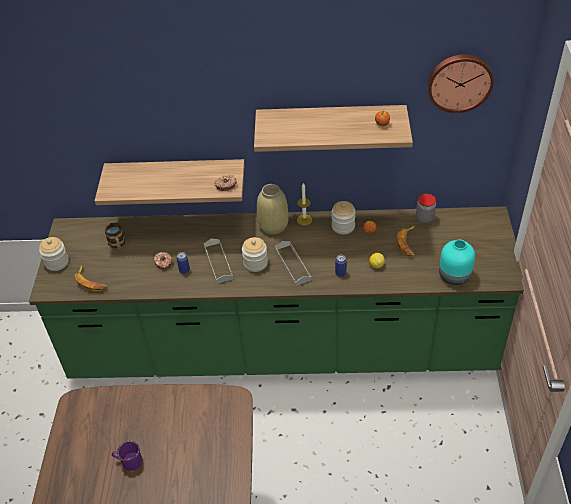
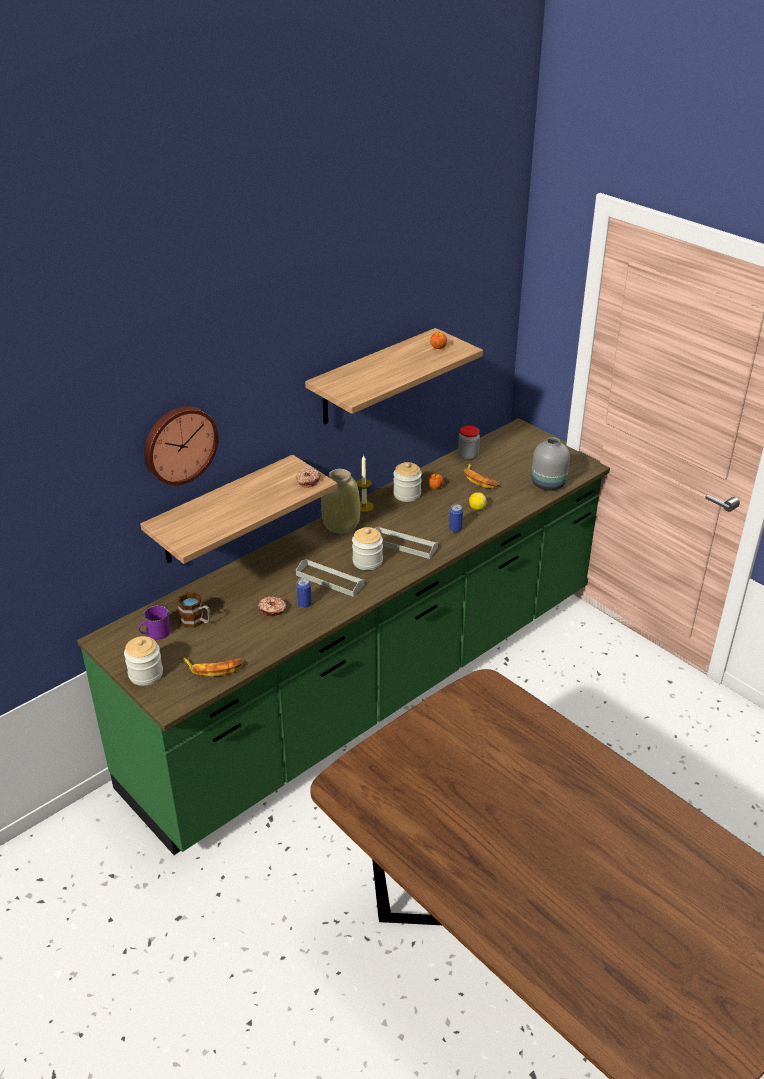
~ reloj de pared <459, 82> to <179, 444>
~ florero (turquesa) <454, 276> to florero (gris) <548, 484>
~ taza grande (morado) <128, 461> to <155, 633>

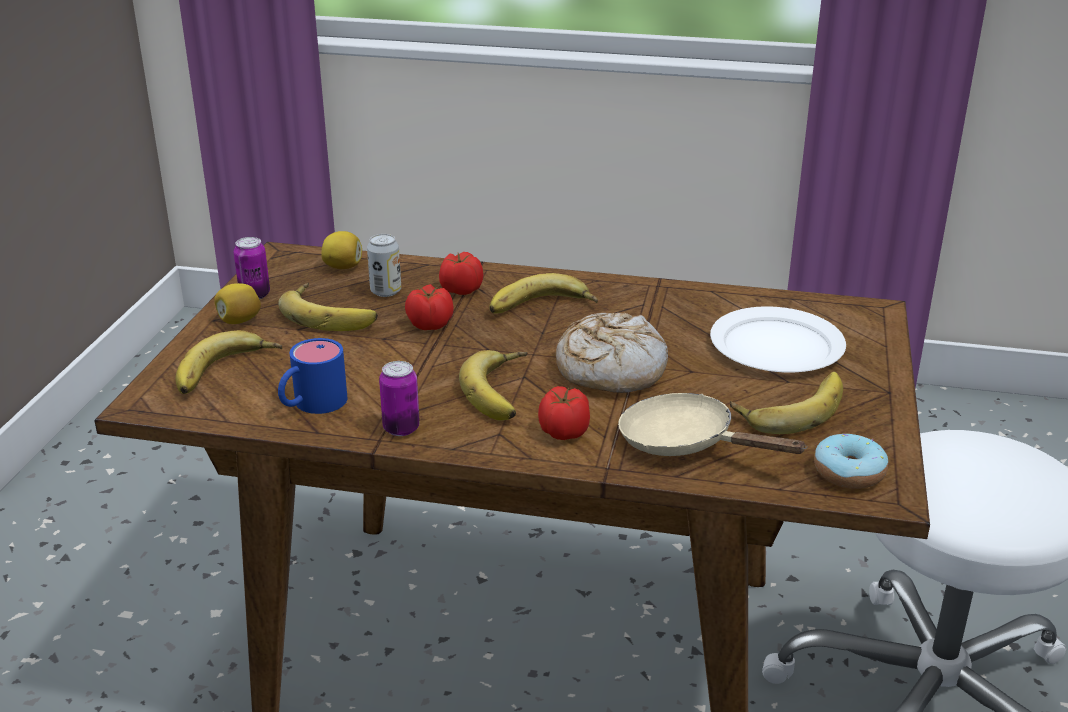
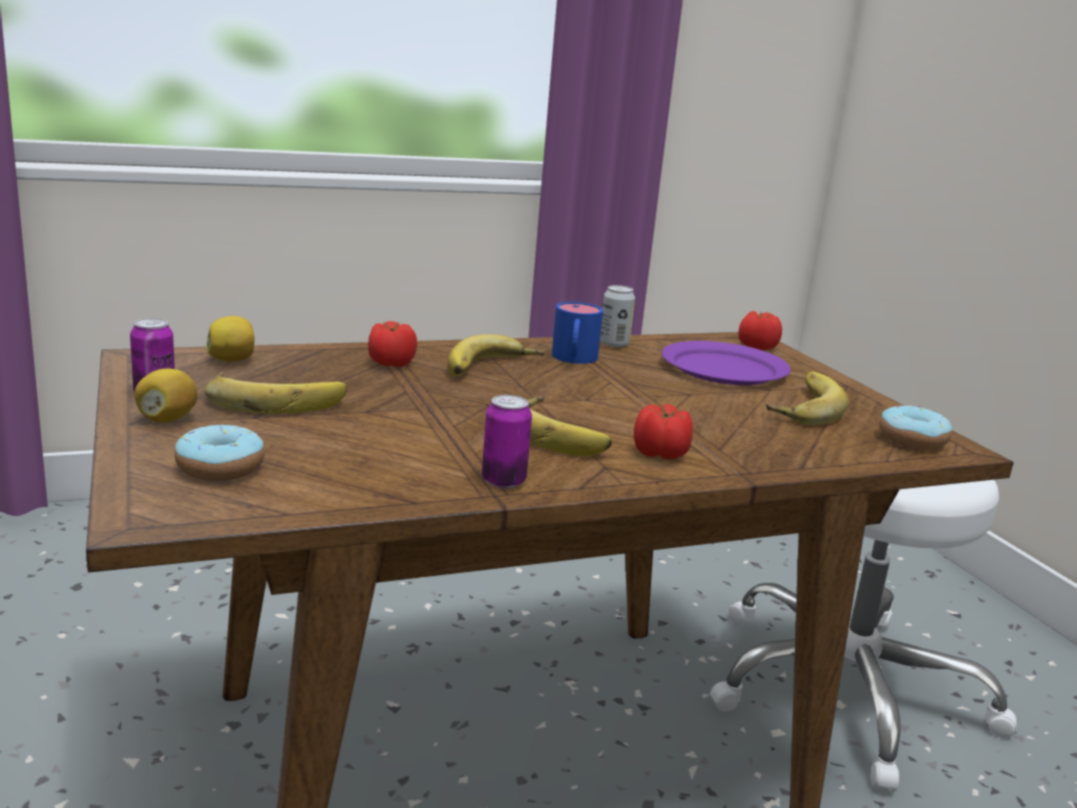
~ lata <386, 291> to <614, 343>
~ tomate <429, 324> to <756, 347>
~ plato (blanco) <776, 346> to plato (morado) <724, 369>
- pan <609, 369>
~ plátano <227, 372> to rosquilla <220, 468>
~ taza grande (azul) <311, 405> to <573, 359>
- sartén (beis) <686, 443>

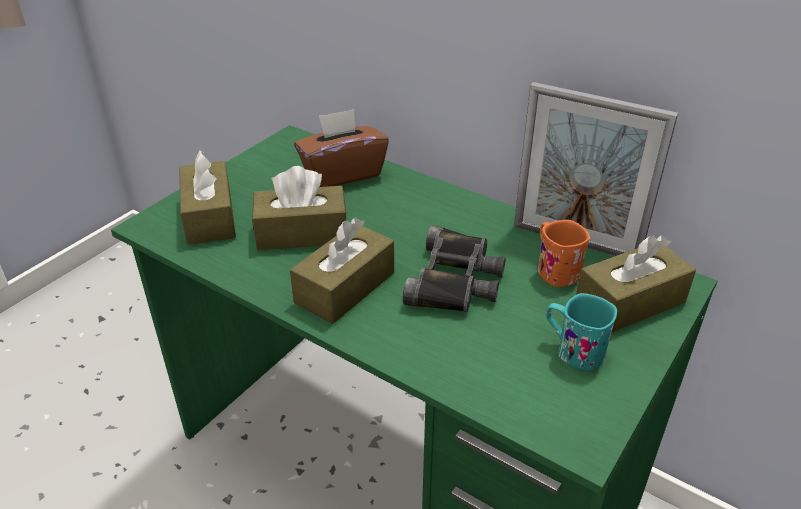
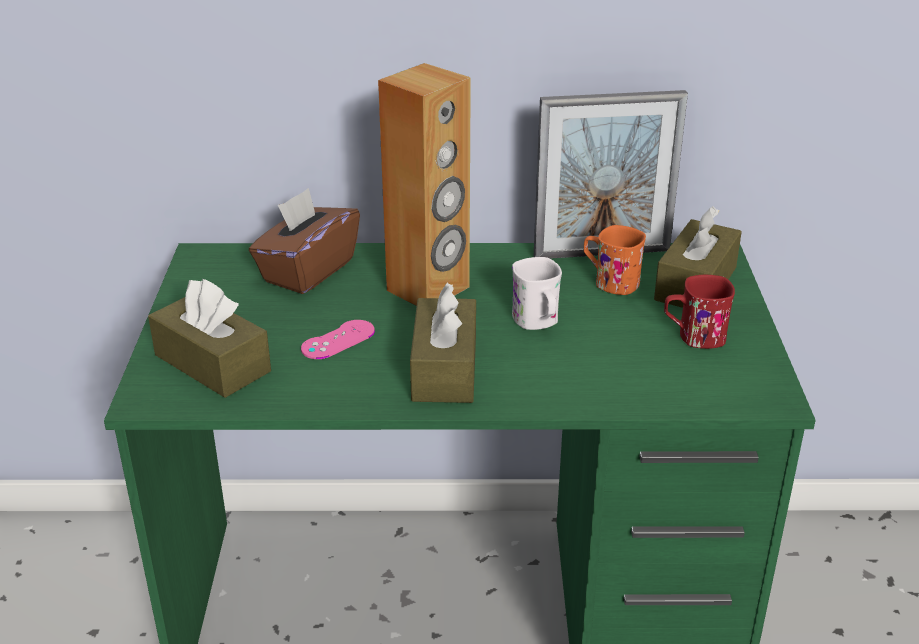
~ caja de pañuelos (marrón) <302, 233> to mando de consola (rosa) <338, 340>
~ prismáticos (negro) <456, 280> to taza grande (blanco) <538, 322>
~ taza grande (turquesa) <573, 350> to taza grande (rojo) <693, 337>
+ altavoz (marrón) <429, 289>

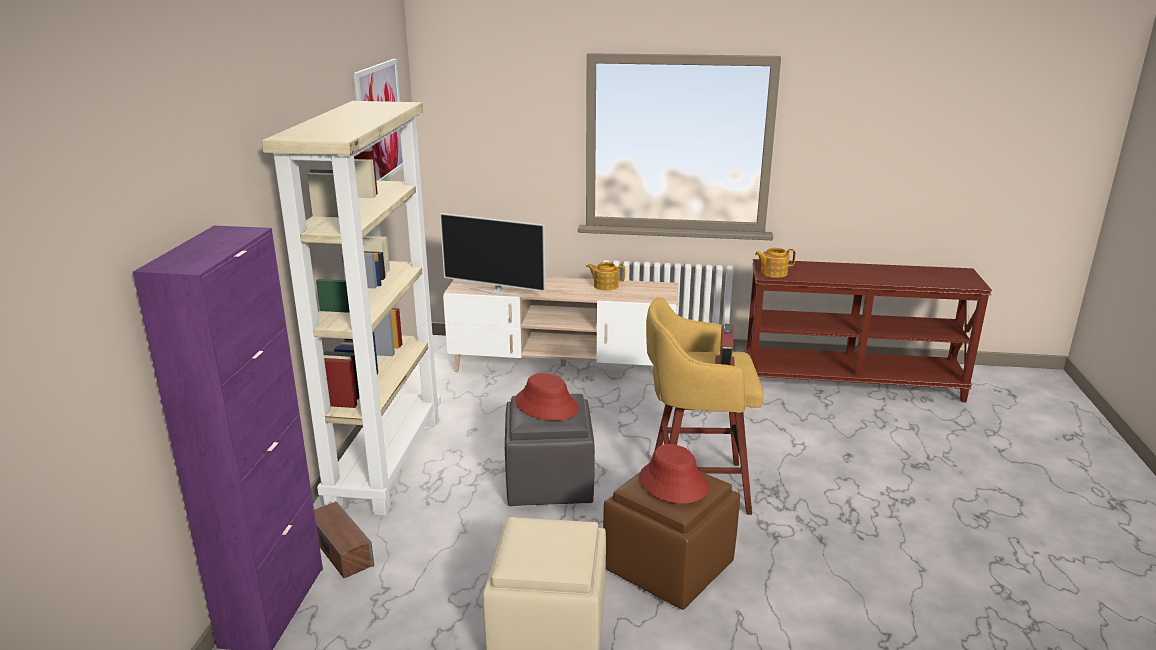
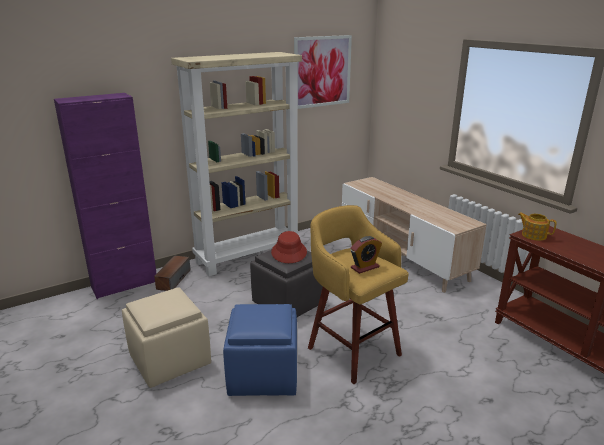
- televisor <496, 291>
- tetera <605, 286>
- sombrero (rojo) <673, 483>
~ puf (marrón) <668, 565> to puf (azul) <264, 374>

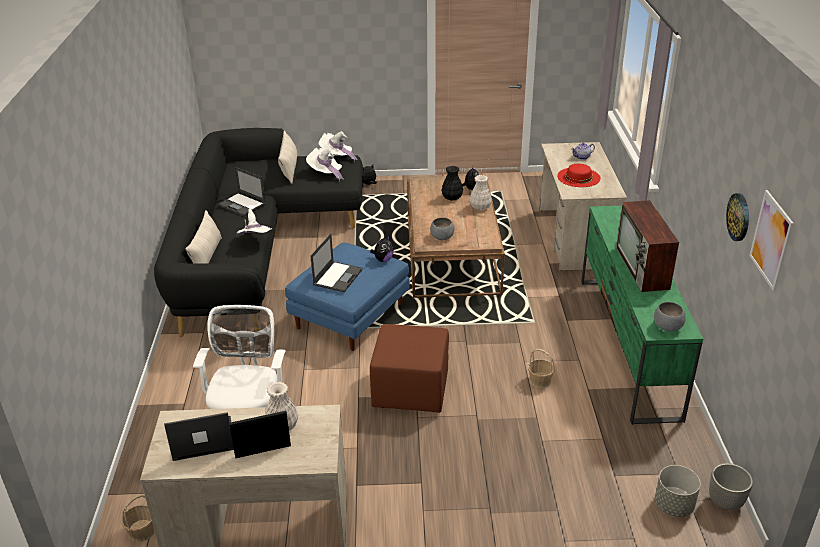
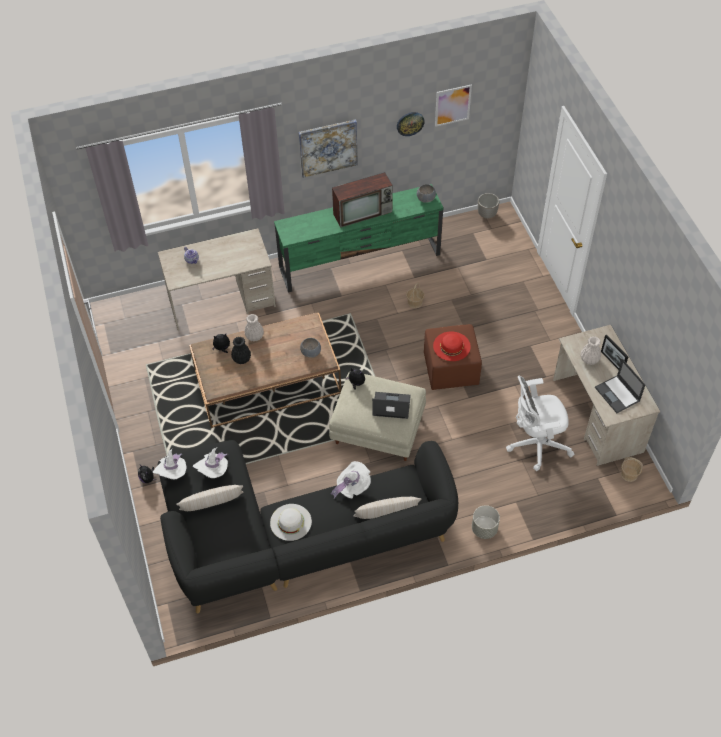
~ sombrero (rojo) <578, 177> to <451, 346>
~ portátil <242, 204> to sombrero (blanco) <291, 522>
~ puf (azul) <350, 315> to puf (beis) <377, 429>
~ maceta (gris) <673, 505> to <484, 529>
+ cuadro <328, 147>

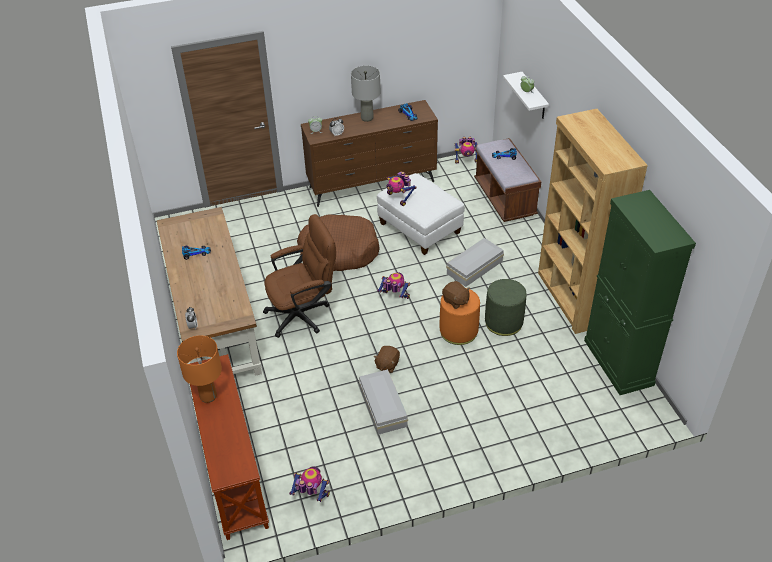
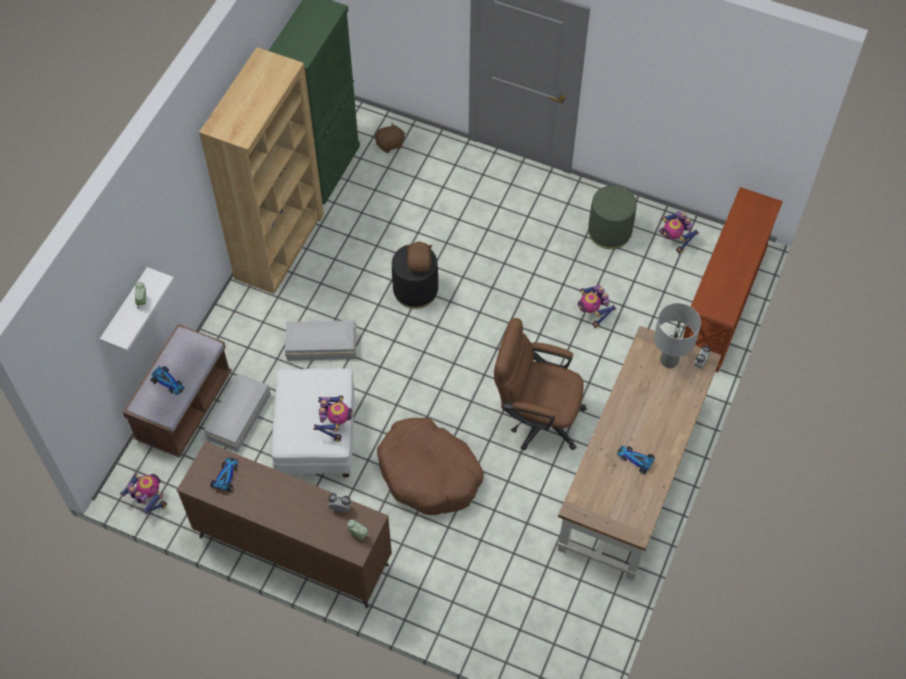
~ lámpara de mesa (gris) <367, 118> to <669, 360>
~ robot de juguete <394, 297> to <592, 313>
~ puf (verde) <503, 322> to <609, 231>
~ puf (naranja) <458, 331> to puf (negro) <415, 290>
- lámpara de mesa (naranja) <208, 397>
~ peluche (marrón) <387, 365> to <390, 144>
~ caja de almacenaje (blanco) <382, 407> to <240, 416>

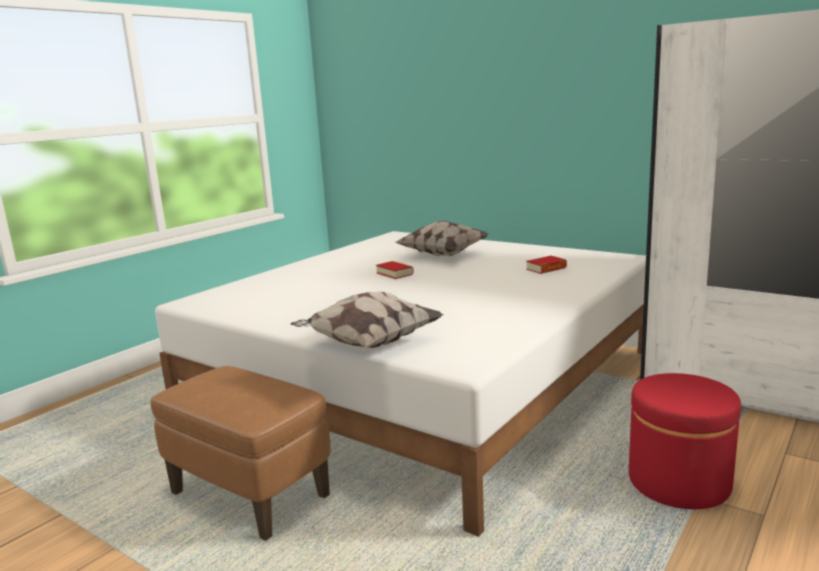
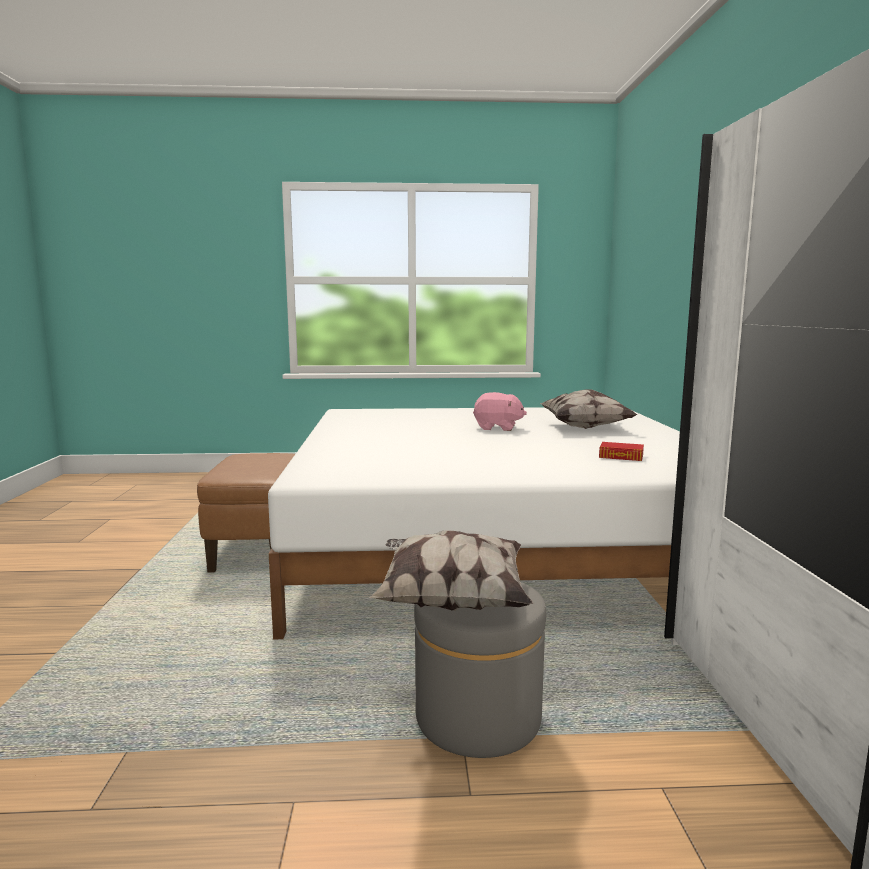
~ libro <394, 273> to peluche (rosa) <497, 428>
~ cojín <368, 343> to <451, 600>
~ puf (rojo) <679, 482> to puf (gris) <478, 717>

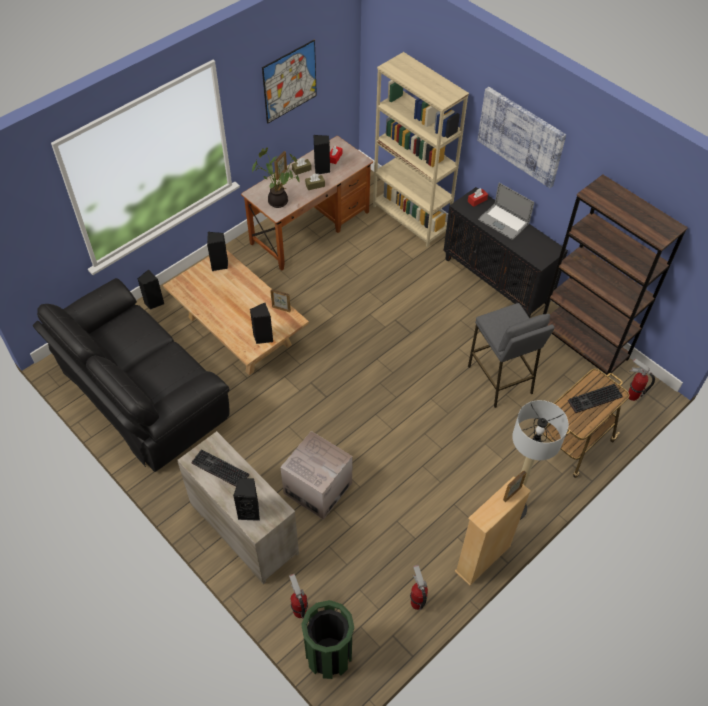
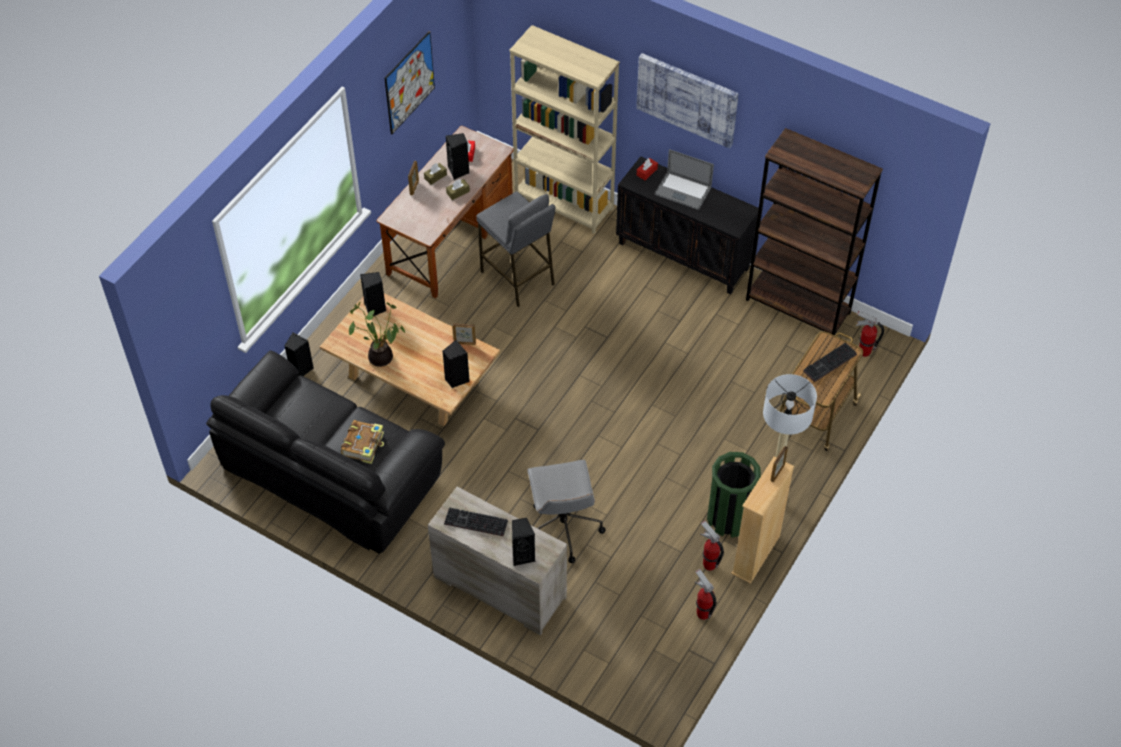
~ planta en maceta <279, 200> to <381, 356>
~ taburete (gris) <500, 380> to <518, 278>
~ caja de cartón <318, 488> to silla de oficina (gris) <563, 527>
~ extintor <300, 611> to <709, 565>
~ papelera (verde) <329, 655> to <729, 518>
+ libro <364, 445>

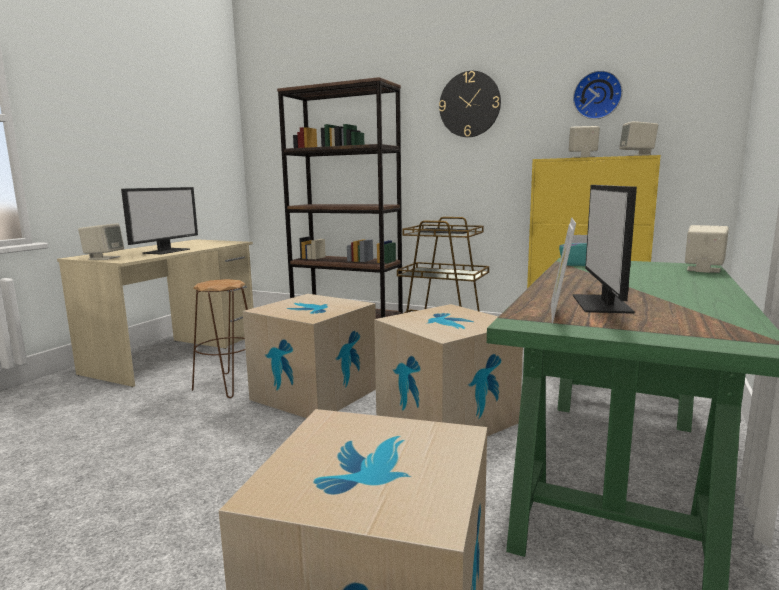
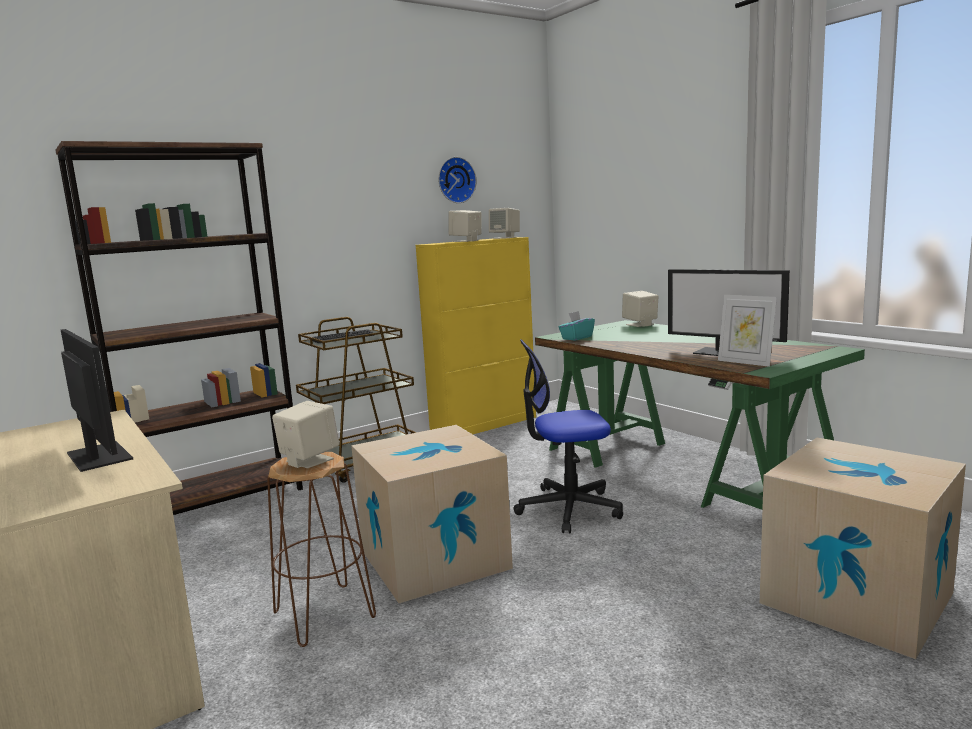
- reloj de pared <469, 104>
~ altavoz (beis) <104, 258> to <309, 460>
~ caja de cartón <446, 418> to silla de oficina <568, 508>

